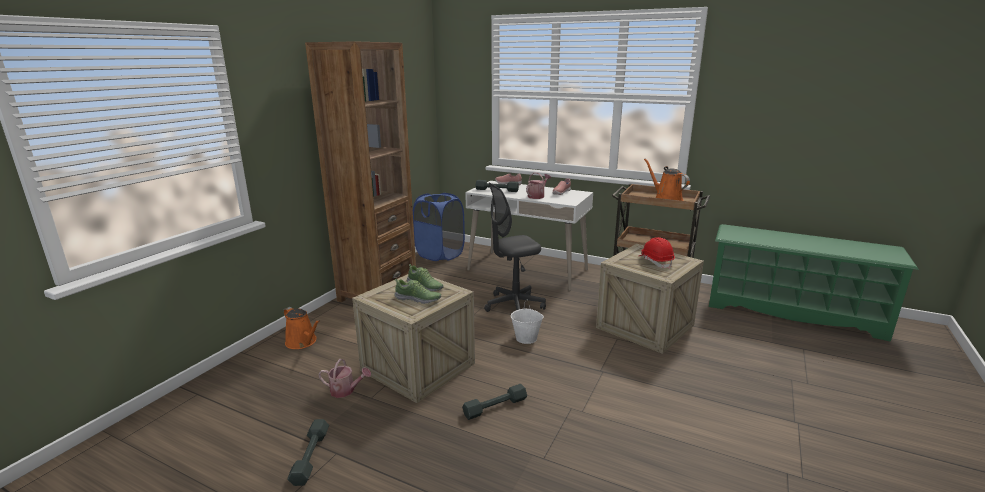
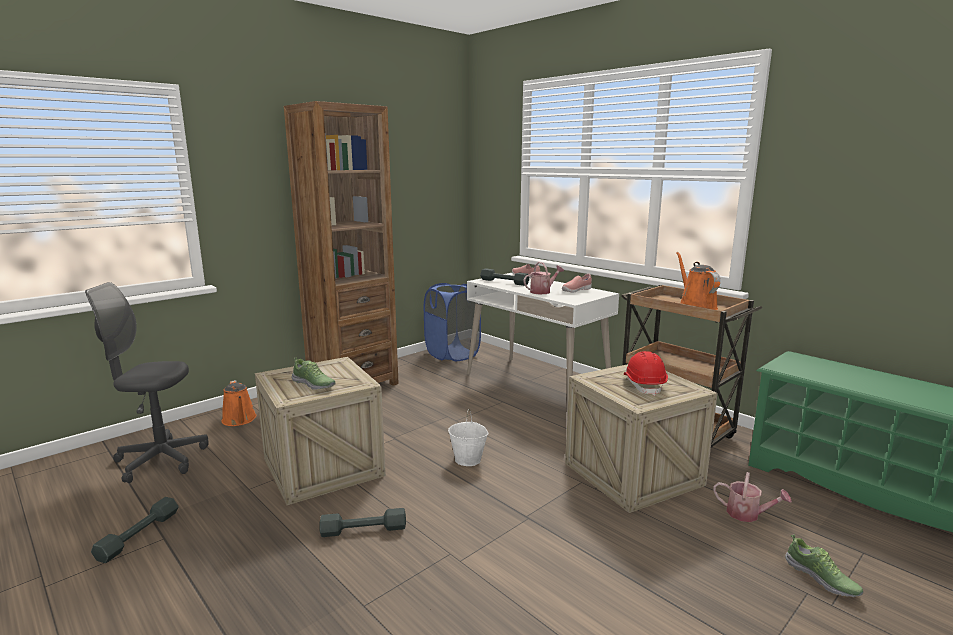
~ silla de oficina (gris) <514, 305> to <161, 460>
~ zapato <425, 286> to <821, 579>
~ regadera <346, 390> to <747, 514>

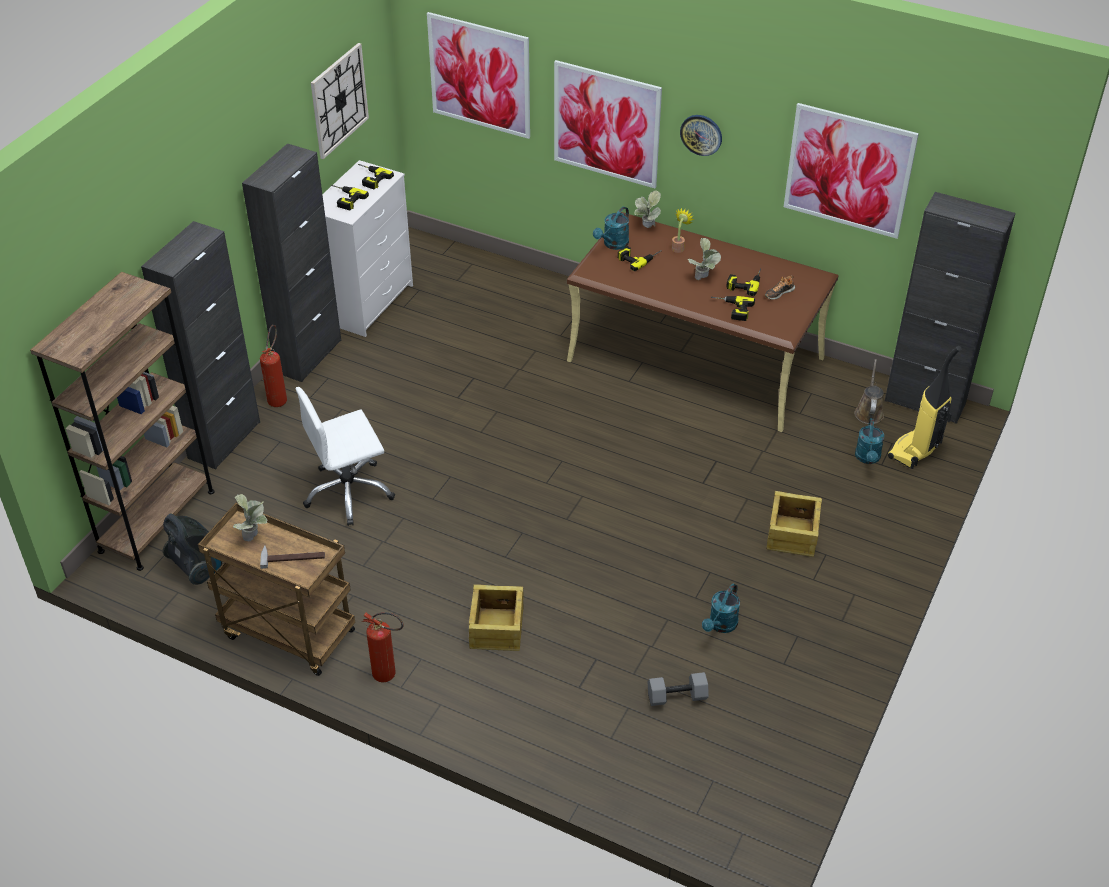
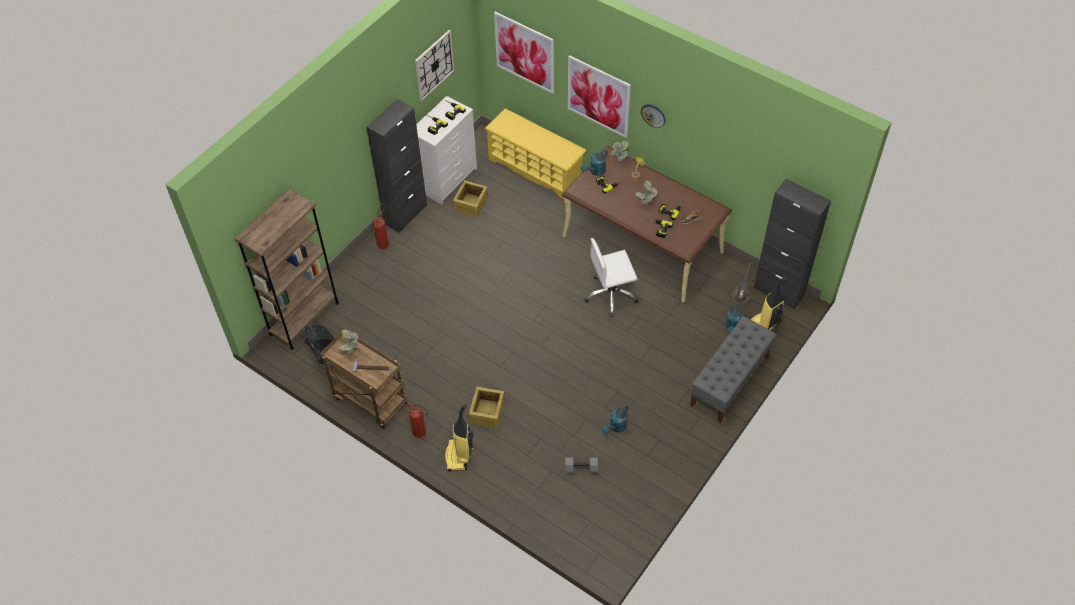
- cuadro <848, 170>
- armario (negro) <224, 440>
~ silla de oficina (blanco) <348, 492> to <611, 295>
~ caja de embalaje <791, 534> to <470, 204>
+ zapatero (amarillo) <536, 169>
+ banco (gris) <729, 381>
+ aspiradora <459, 456>

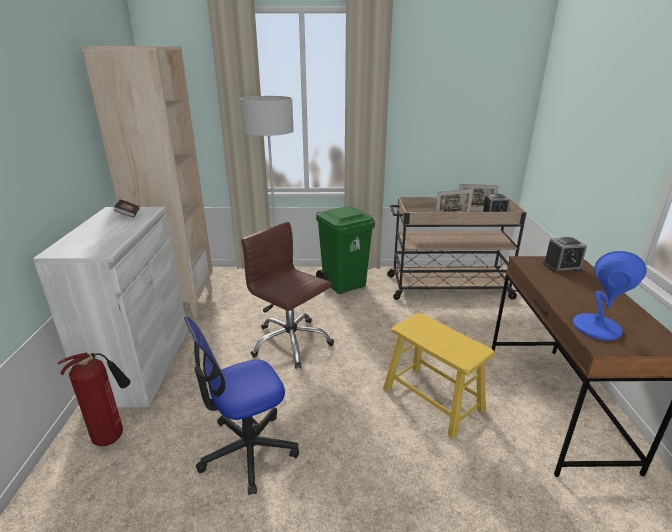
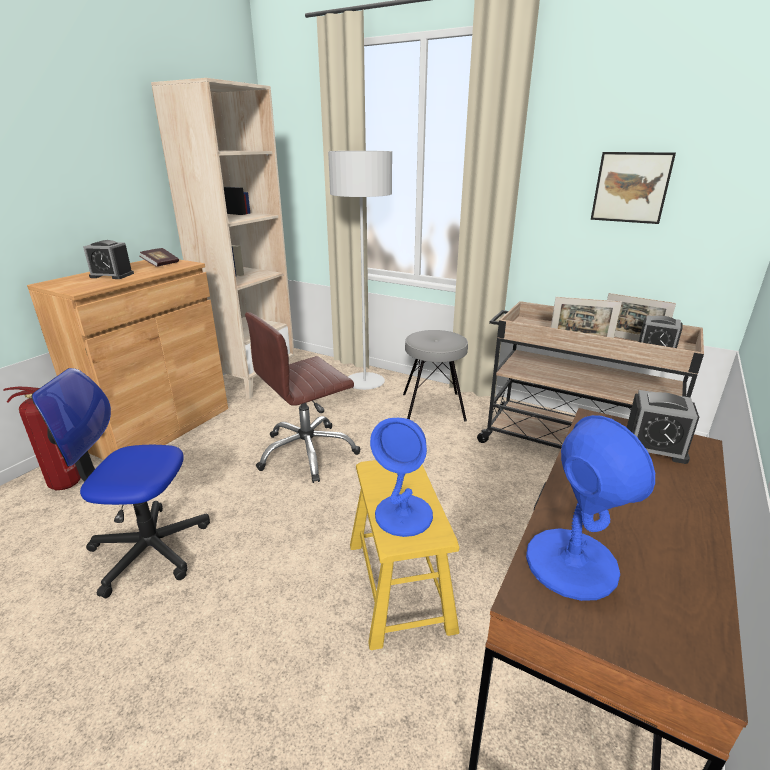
~ papelera (verde) <344, 284> to taburete (gris) <433, 406>
~ armario (blanco) <141, 364> to armario (marrón) <159, 427>
~ silla de oficina (marrón) <290, 343> = <307, 452> 105 degrees counterclockwise
+ cuadro <631, 187>
+ despertador <112, 275>
+ lámpara de mesa (azul) <404, 516>

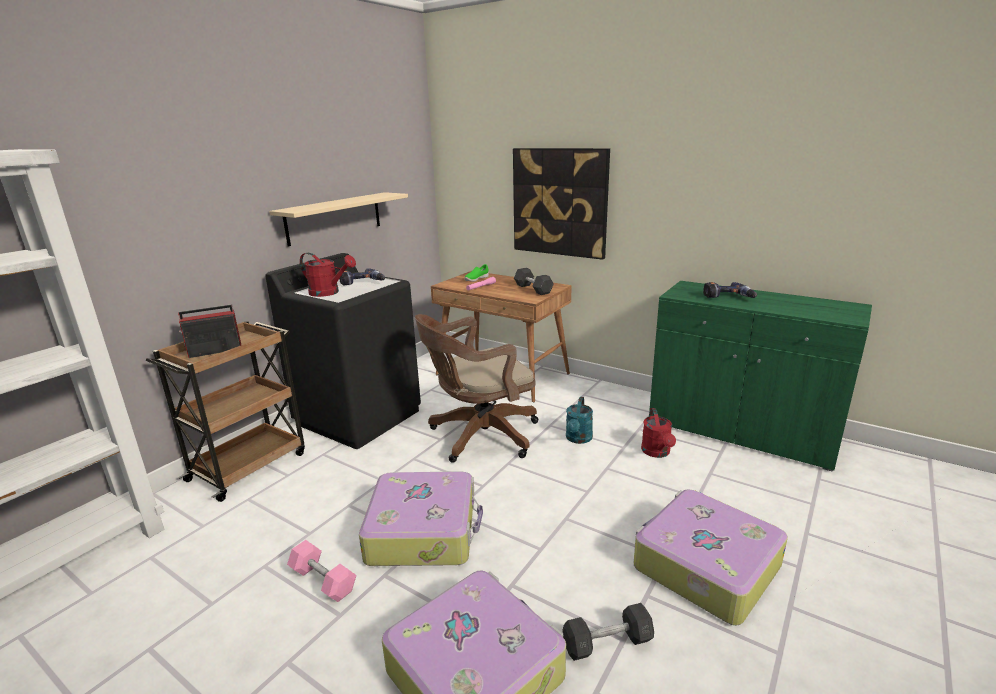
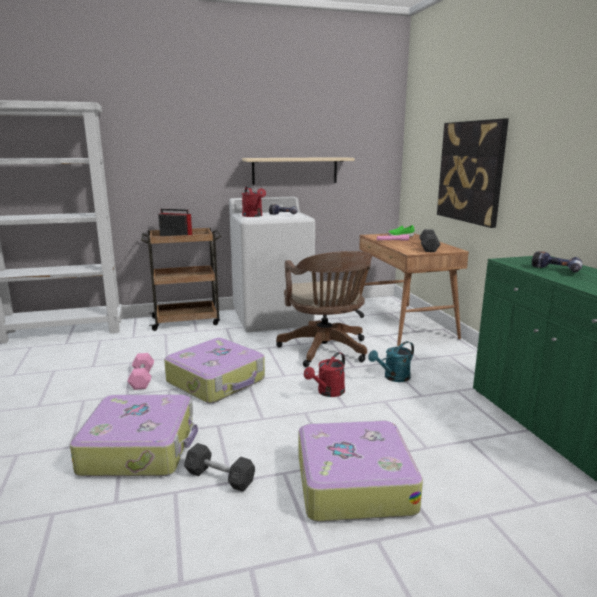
~ lavadora (negro) <359, 416> to lavadora (blanco) <272, 317>
~ silla de oficina (marrón) <479, 436> = <326, 351> 120 degrees counterclockwise
~ regadera (rojo) <657, 453> to <328, 392>

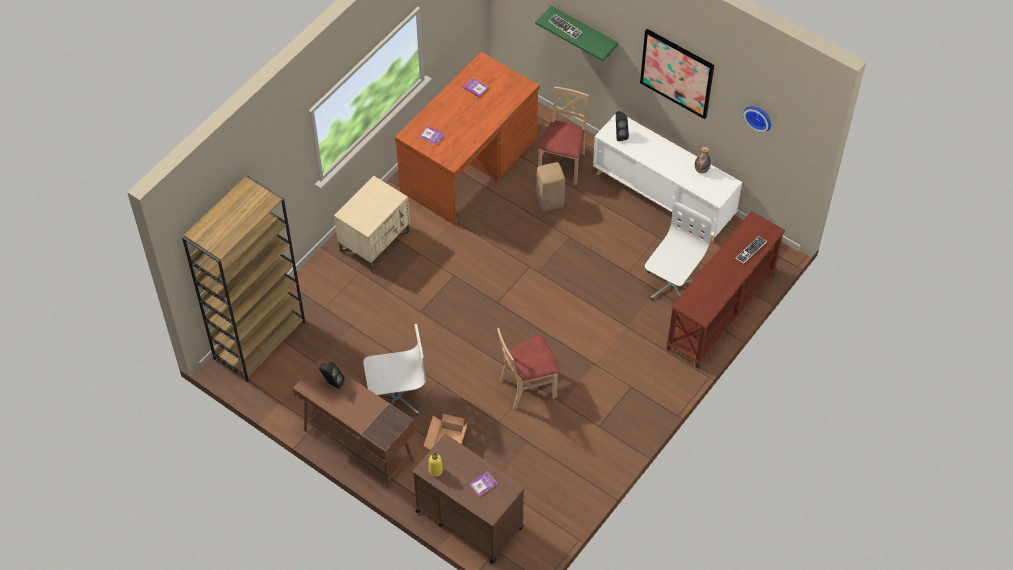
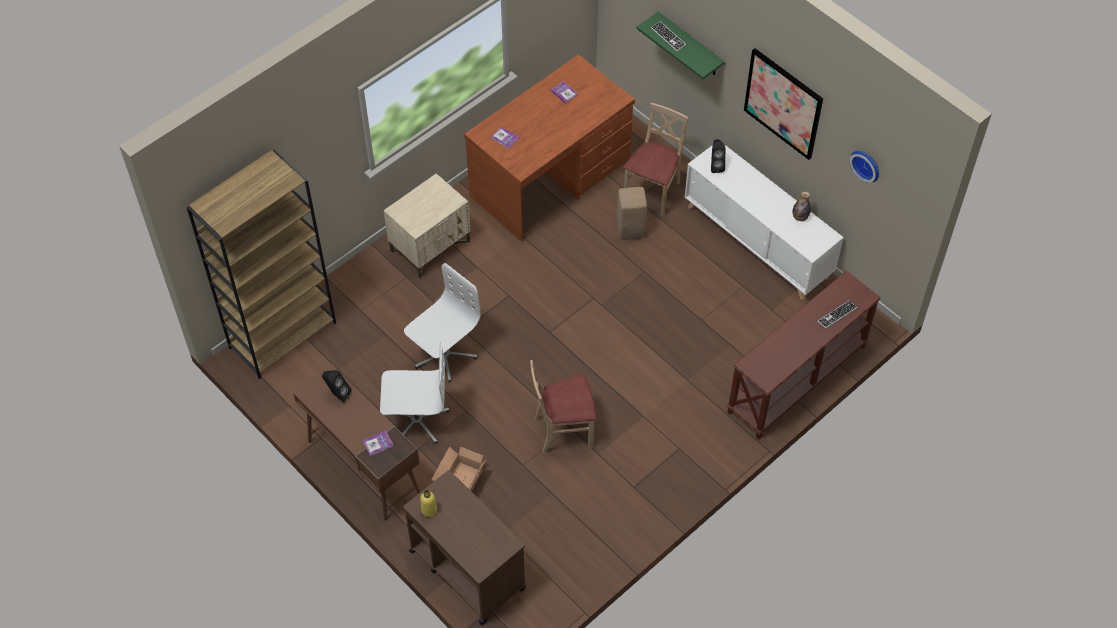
~ silla de oficina (blanco) <671, 284> to <444, 355>
~ libro <483, 484> to <378, 443>

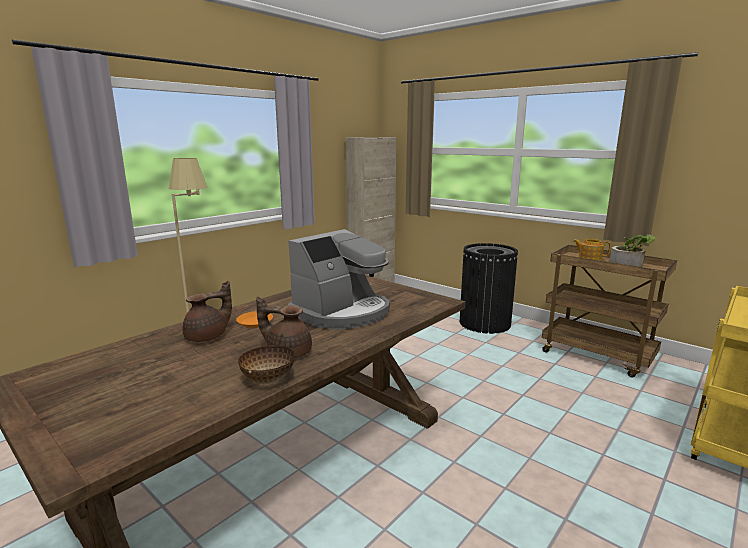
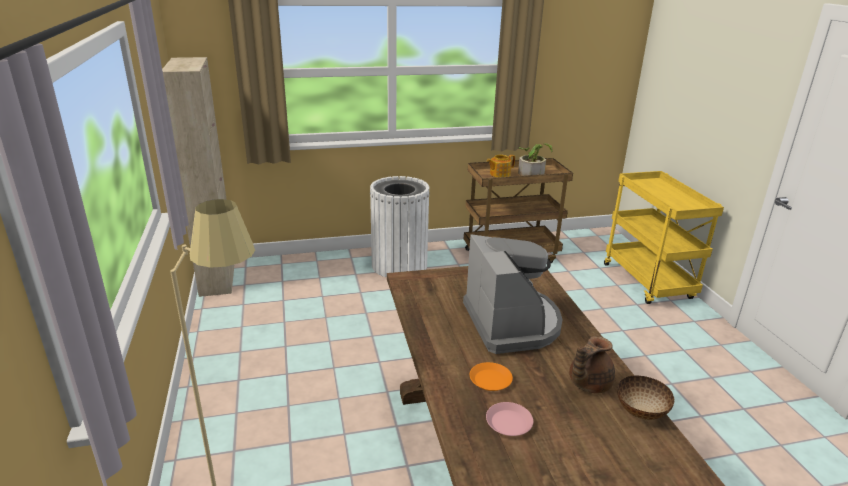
~ papelera (negro) <485, 323> to papelera (blanco) <399, 265>
~ tetera (marrón) <208, 337> to plato (rosa) <509, 422>

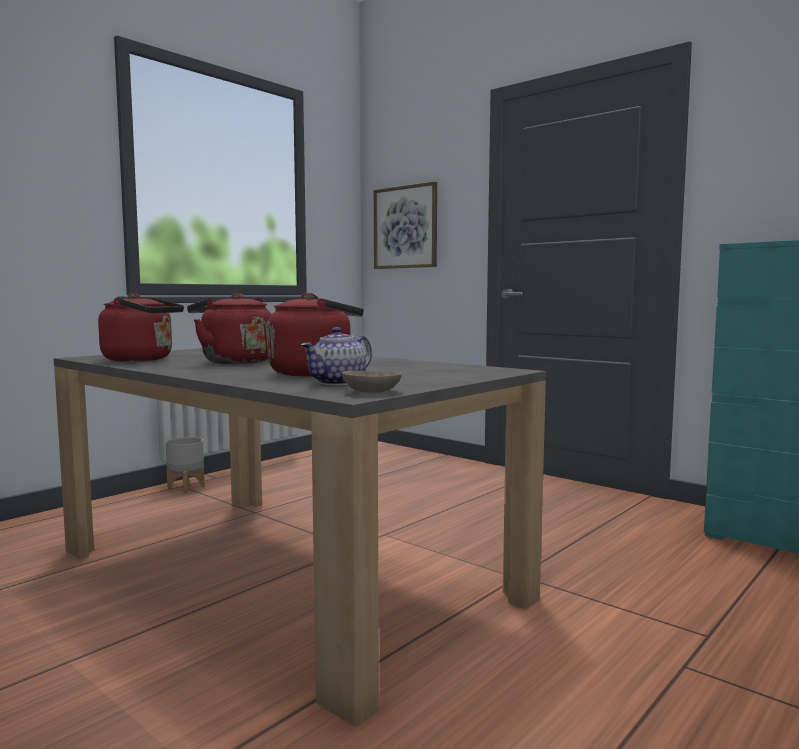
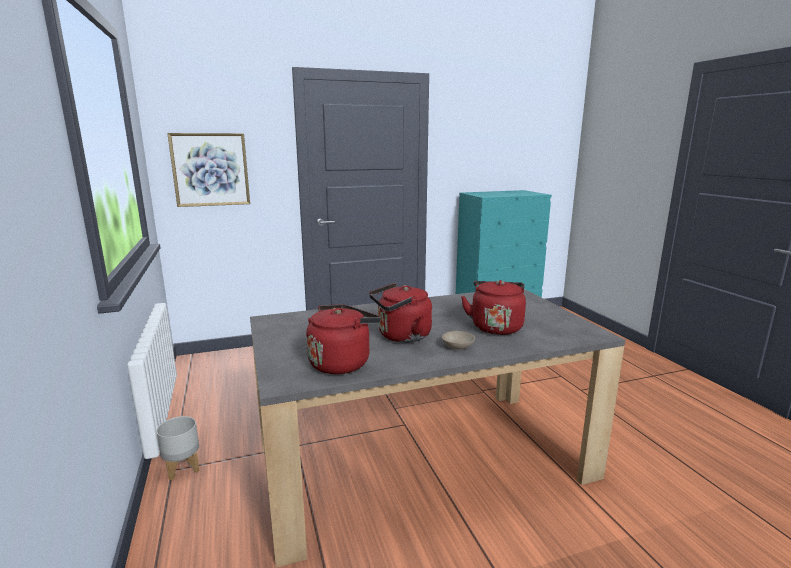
- tetera <338, 383>
~ cuenco (beis) <370, 392> to <458, 347>

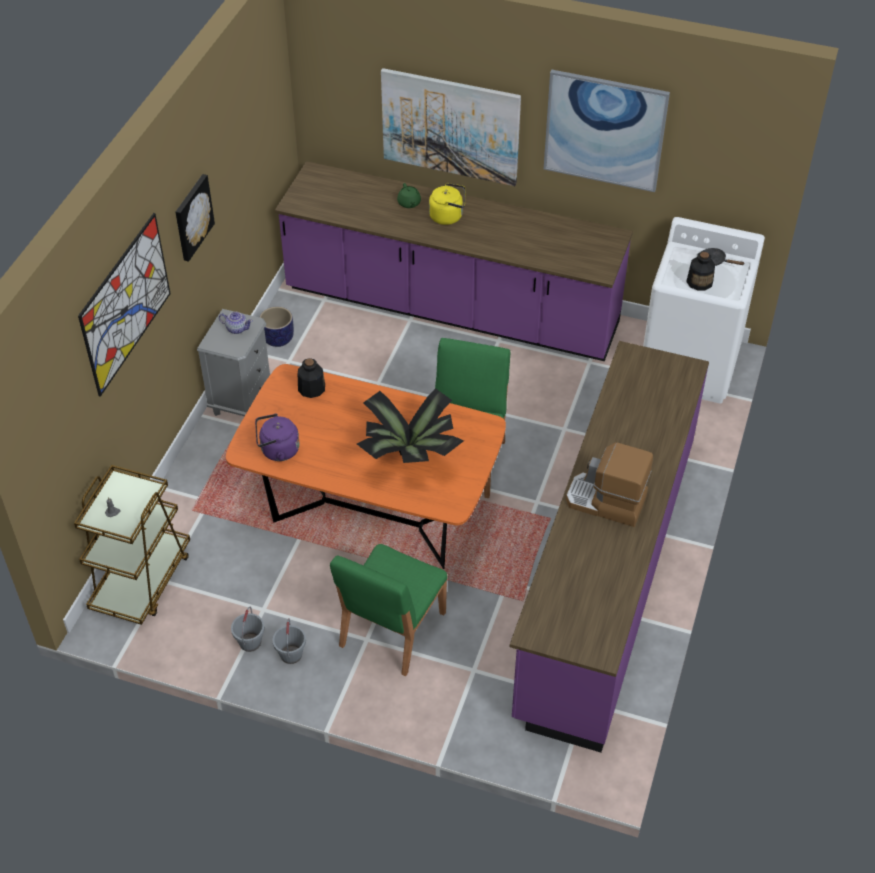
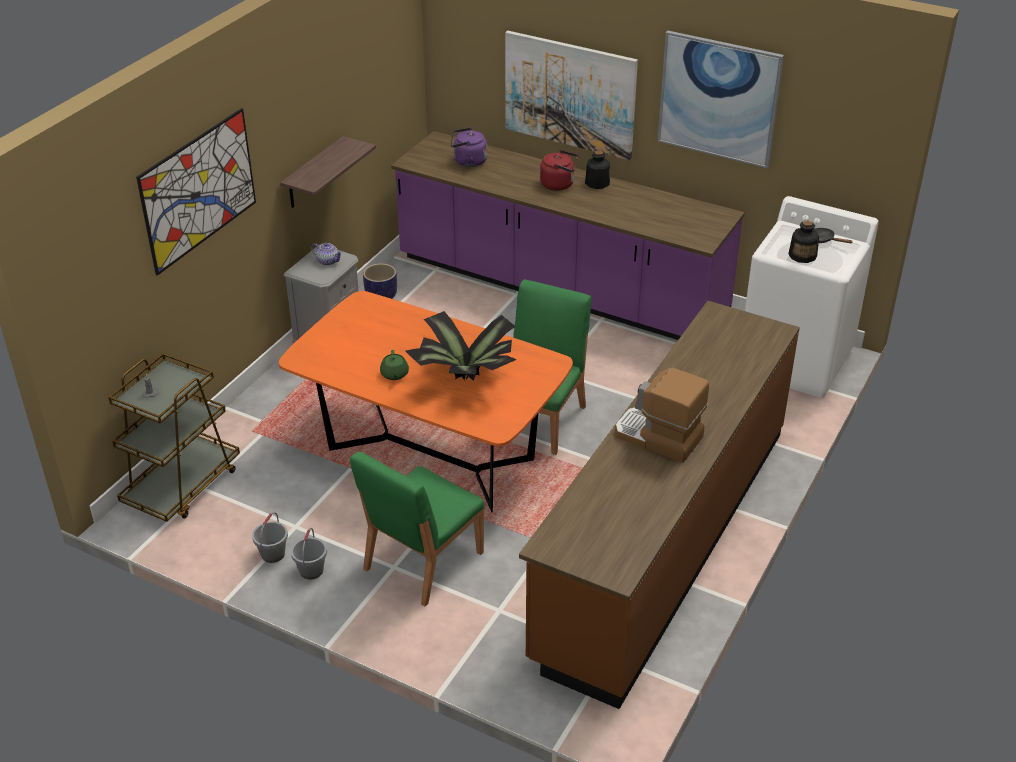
- cuadro <192, 217>
~ tetera (verde) <409, 203> to <394, 374>
~ hervidor (amarillo) <448, 216> to hervidor (rojo) <559, 184>
~ mueble bajo de cocina (morado) <605, 576> to mueble bajo de cocina (marrón) <662, 540>
~ botella <311, 388> to <597, 183>
~ hervidor (morado) <277, 450> to <468, 161>
+ estante <313, 174>

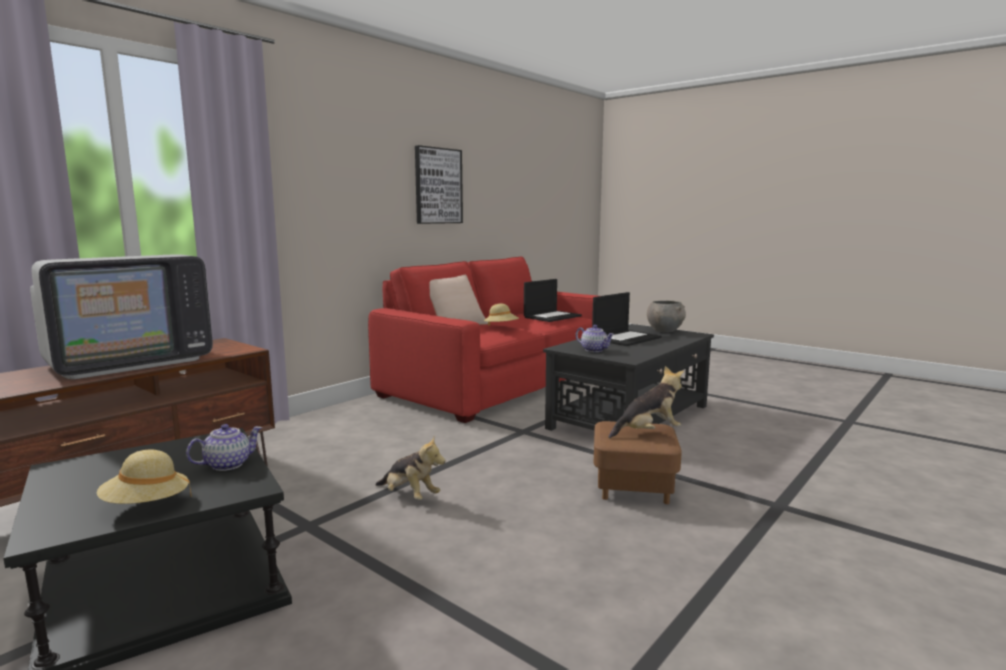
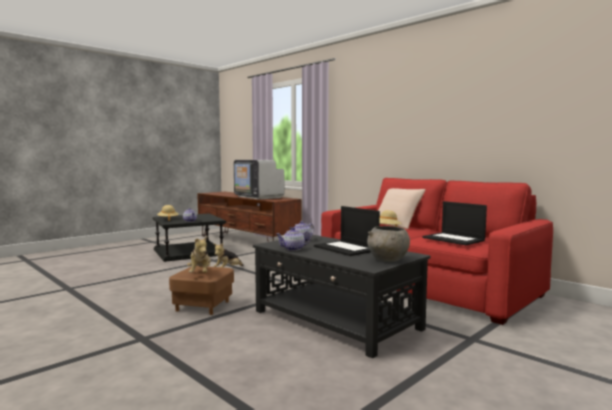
- cuadro <438, 186>
+ tetera <293, 249>

